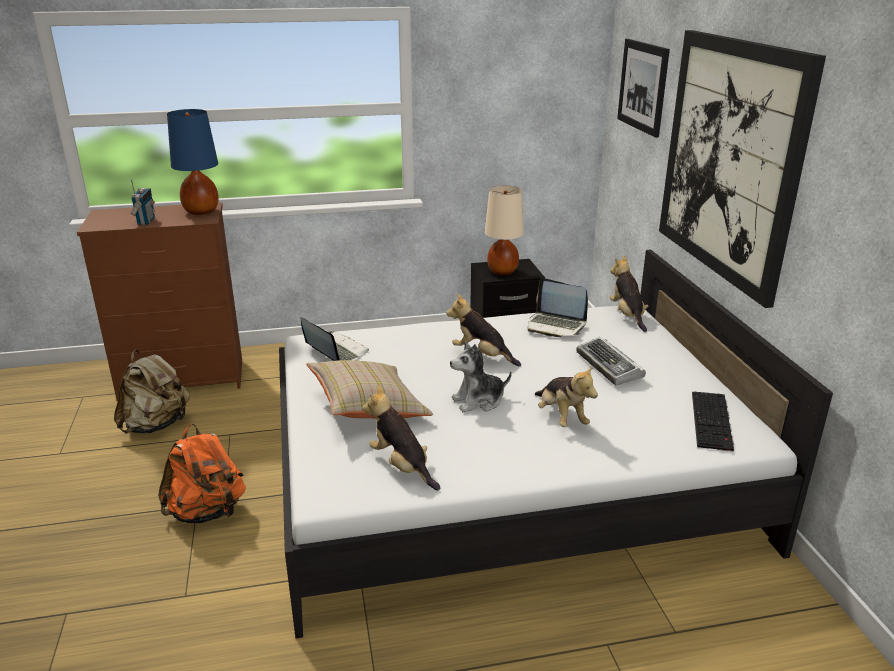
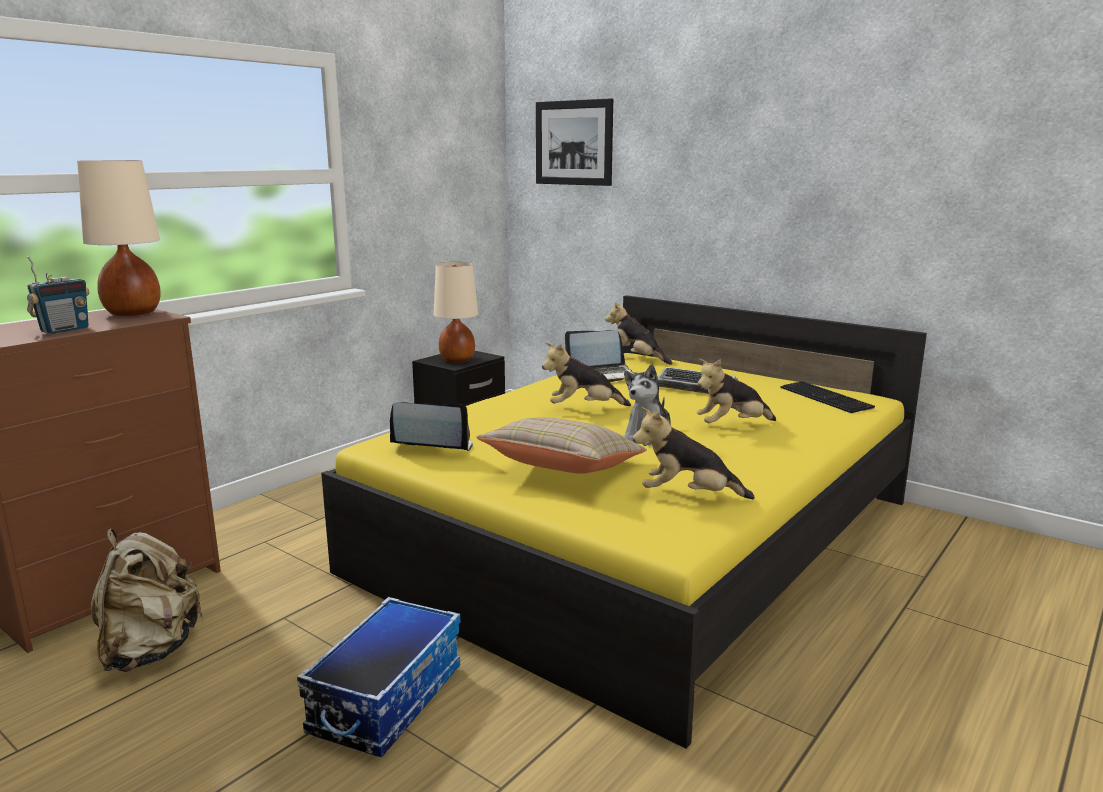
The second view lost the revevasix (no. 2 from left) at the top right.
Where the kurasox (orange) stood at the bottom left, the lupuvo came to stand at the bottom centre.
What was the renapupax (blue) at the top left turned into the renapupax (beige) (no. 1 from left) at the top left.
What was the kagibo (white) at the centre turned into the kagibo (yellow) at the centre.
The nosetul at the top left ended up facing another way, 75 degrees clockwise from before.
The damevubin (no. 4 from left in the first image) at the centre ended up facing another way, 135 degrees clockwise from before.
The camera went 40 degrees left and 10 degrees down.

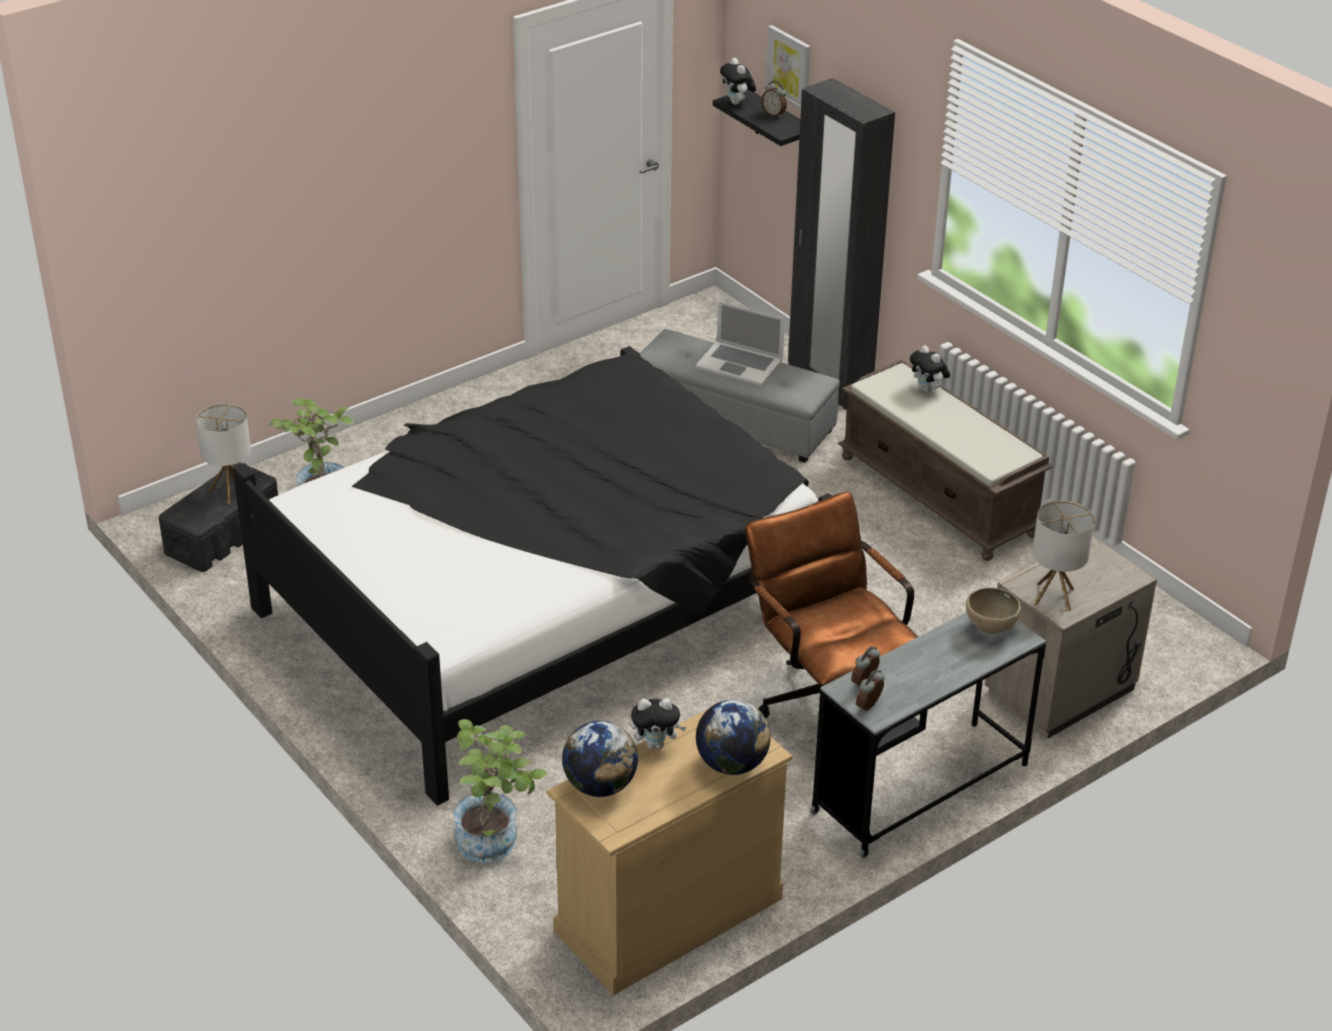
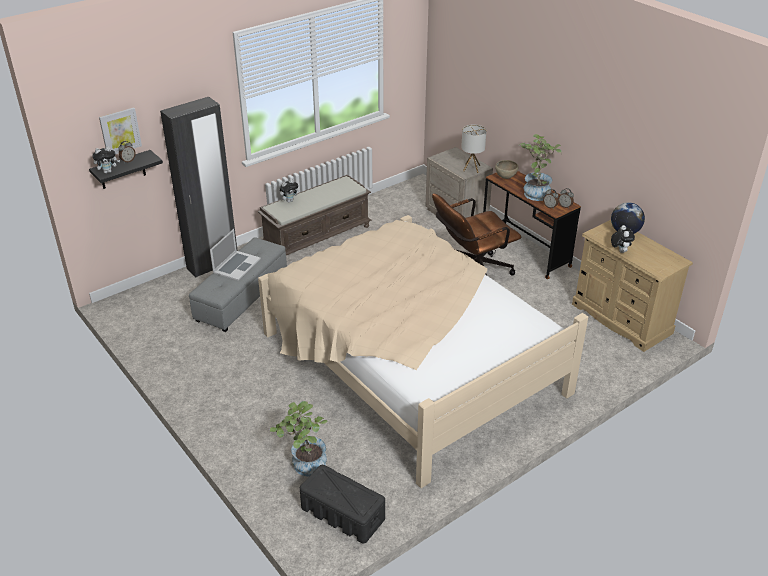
The second view lost the renapupax (no. 1 from left) at the middle left.
The second view lost the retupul (no. 1 from left) at the bottom centre.
The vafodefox (no. 2 from left) ended up elsewhere, having gone from the bottom centre to the top right.
What was the kagibo (black) at the centre turned into the kagibo (beige) at the centre.
What was the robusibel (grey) at the bottom right turned into the robusibel (brown) at the middle right.
The camera went 90 degrees left and 0 degrees up.

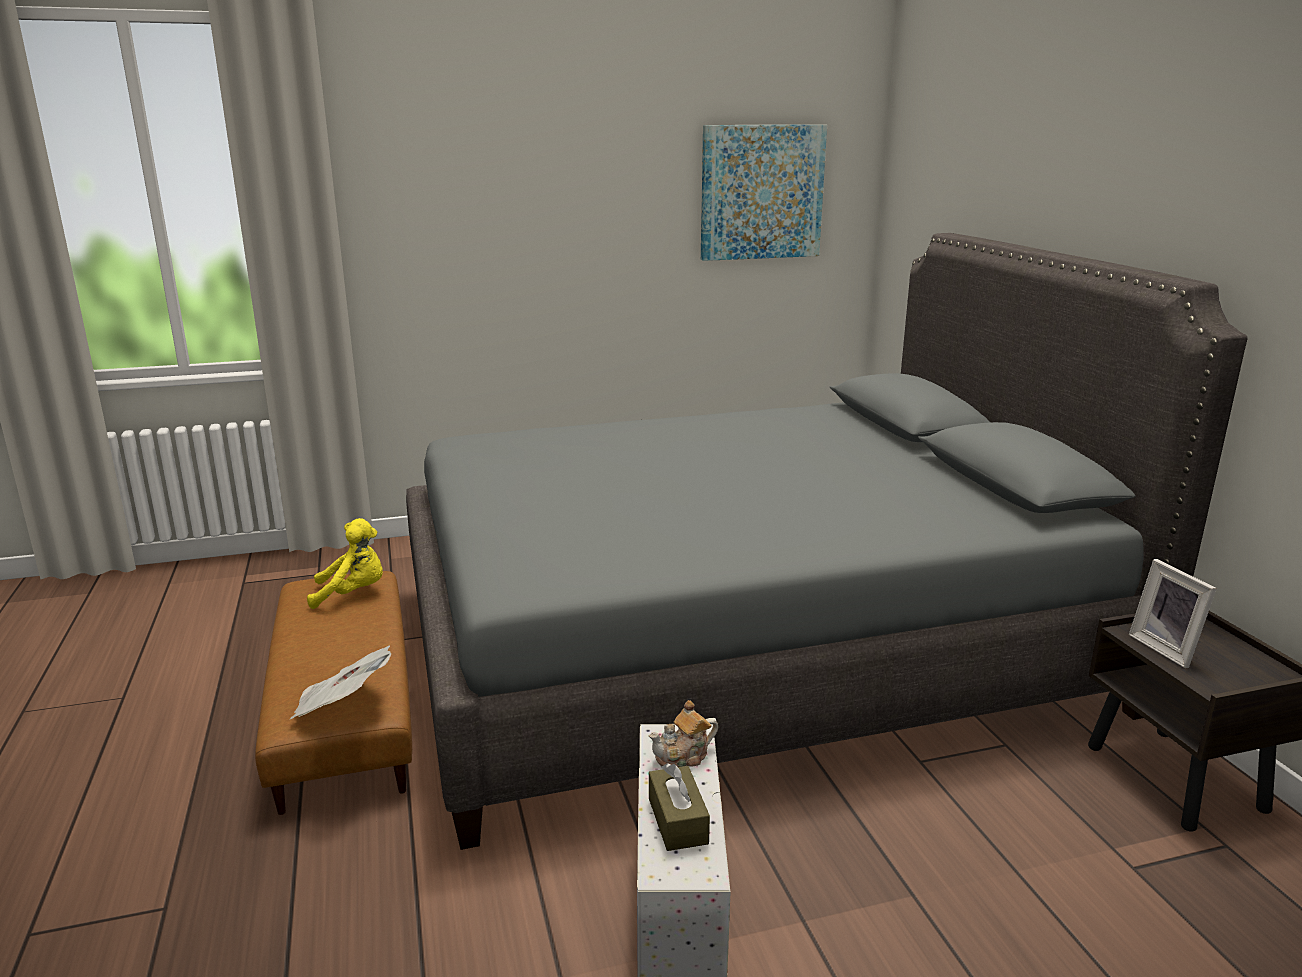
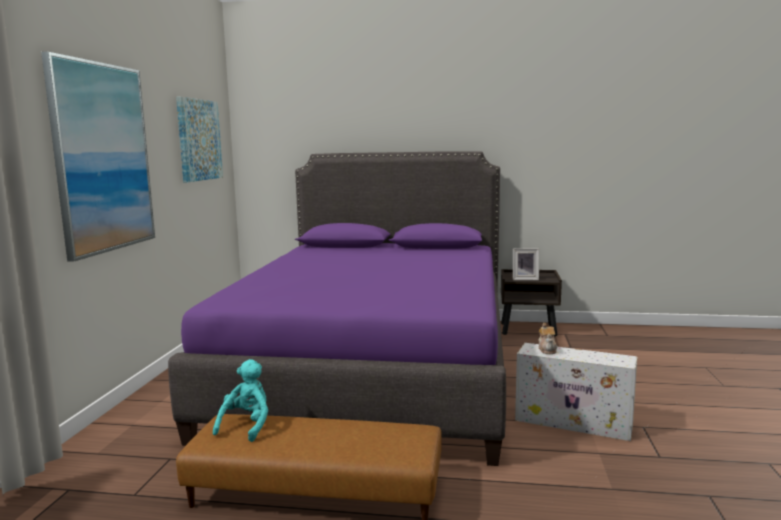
The second view lost the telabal at the bottom left.
The second view lost the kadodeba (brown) at the bottom centre.
The second view gained the revevasix (no. 1 from left) at the top left.
What was the damevubin (yellow) at the middle left turned into the damevubin (turquoise) at the bottom left.
What was the kagibo (grey) at the centre turned into the kagibo (purple) at the centre.
The camera went 65 degrees left and 10 degrees down.

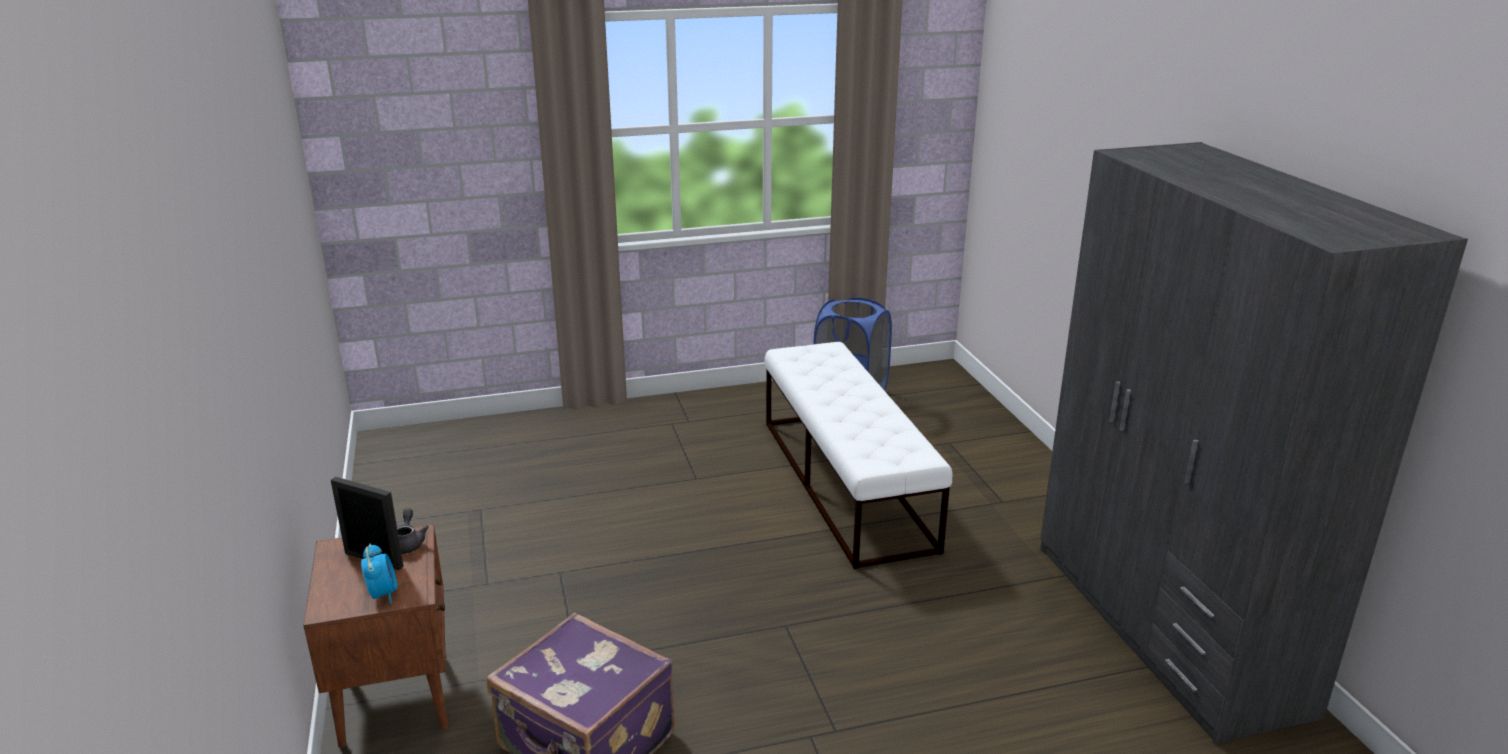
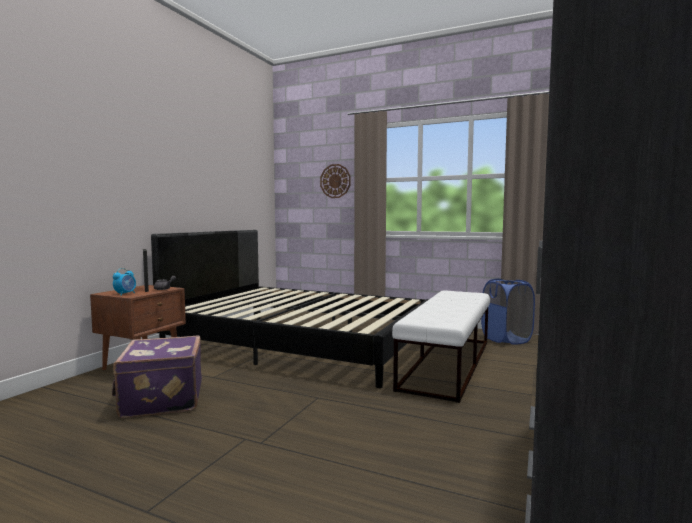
The second view gained the kagibo (black) at the centre.
The second view gained the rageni at the centre.
The camera went 40 degrees right and 20 degrees down.

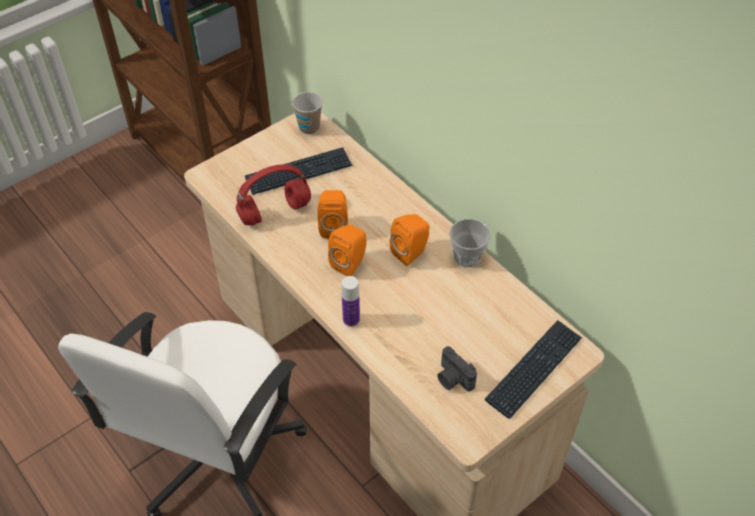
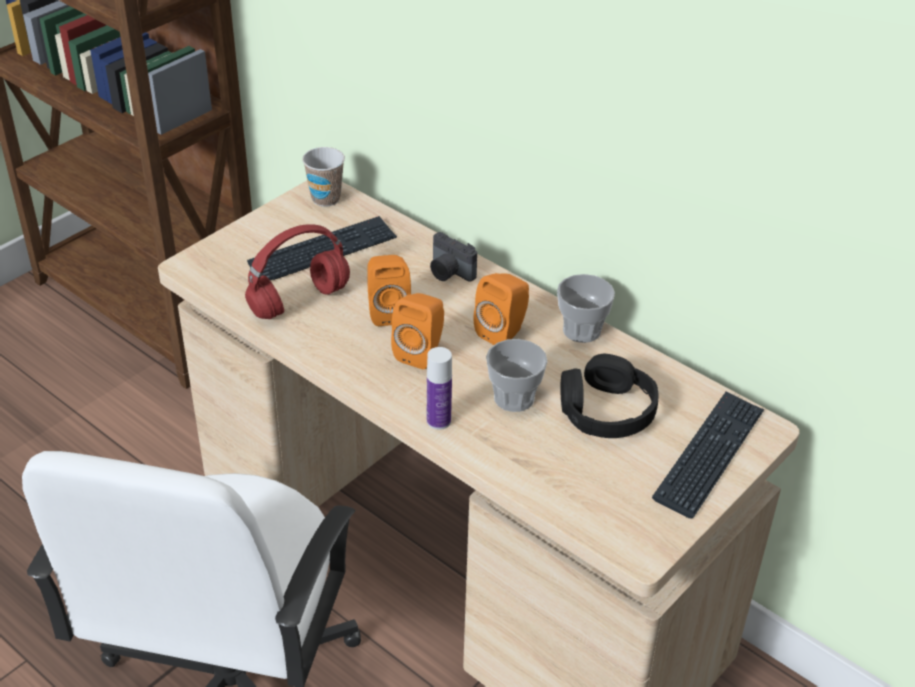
The second view gained the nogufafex (no. 2 from left) at the centre.
The second view gained the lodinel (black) at the centre.
The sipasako ended up elsewhere, having gone from the bottom centre to the centre.
The camera went 10 degrees left and 10 degrees down.

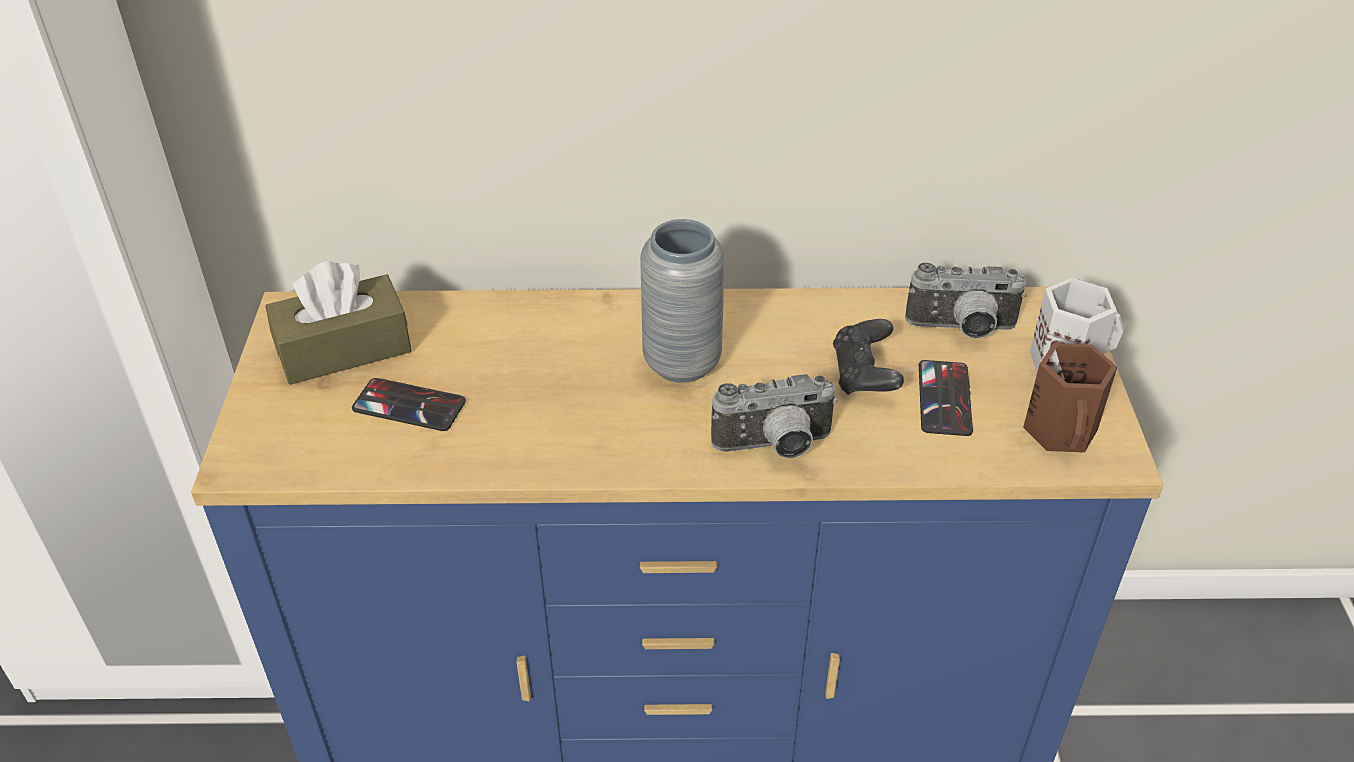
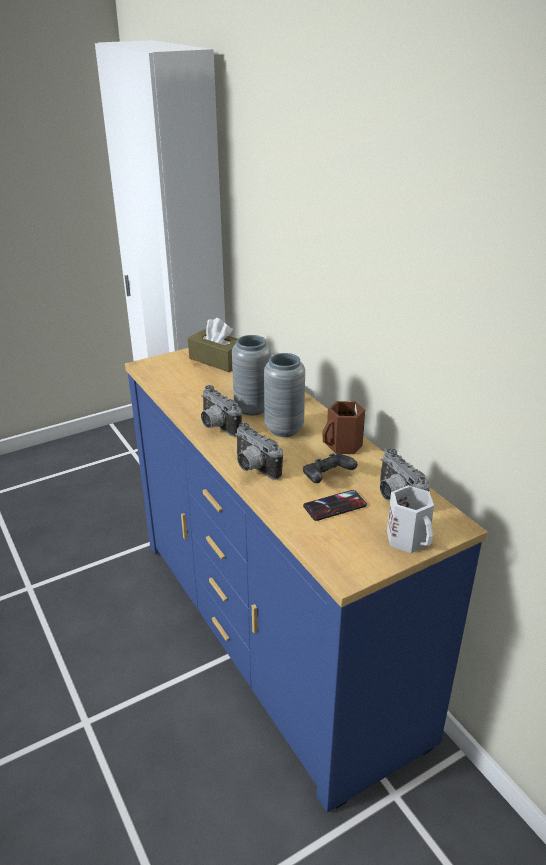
The second view lost the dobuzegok (no. 1 from left) at the middle left.
The second view gained the sipasako (no. 1 from left) at the centre.
The second view gained the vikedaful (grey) (no. 1 from left) at the centre.
The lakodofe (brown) ended up elsewhere, having gone from the middle right to the centre.
The camera went 60 degrees right and 10 degrees down.

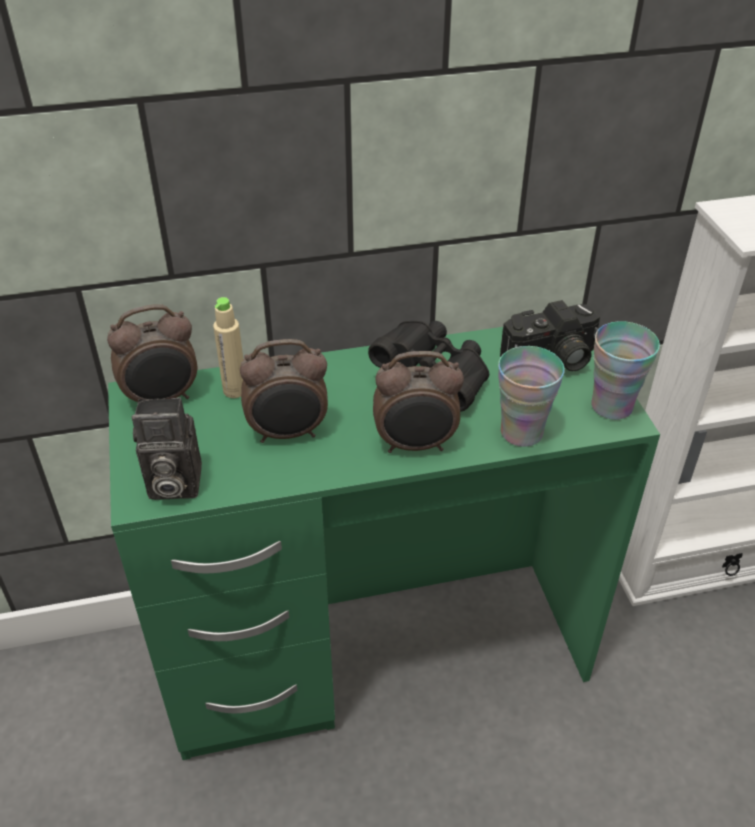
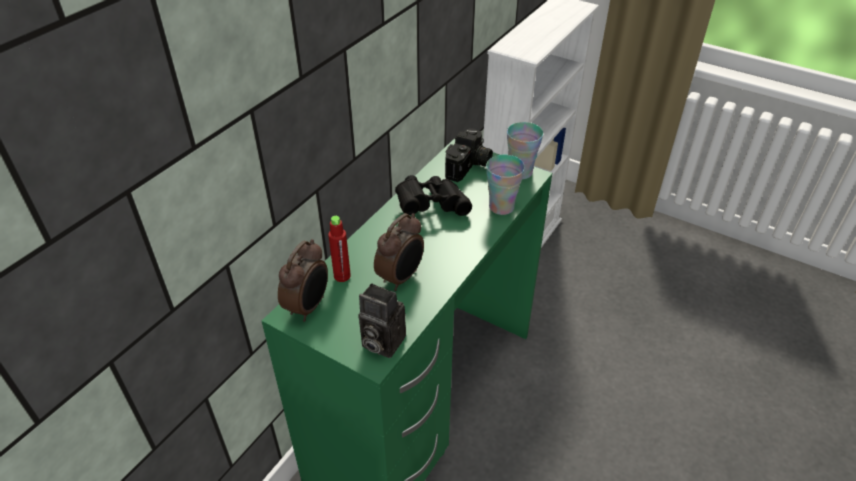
The second view lost the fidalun (no. 3 from left) at the centre.
What was the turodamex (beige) at the middle left turned into the turodamex (red) at the centre.
The sipasako (no. 1 from left) at the middle left ended up facing another way, 75 degrees clockwise from before.
The camera went 45 degrees left and 0 degrees up.

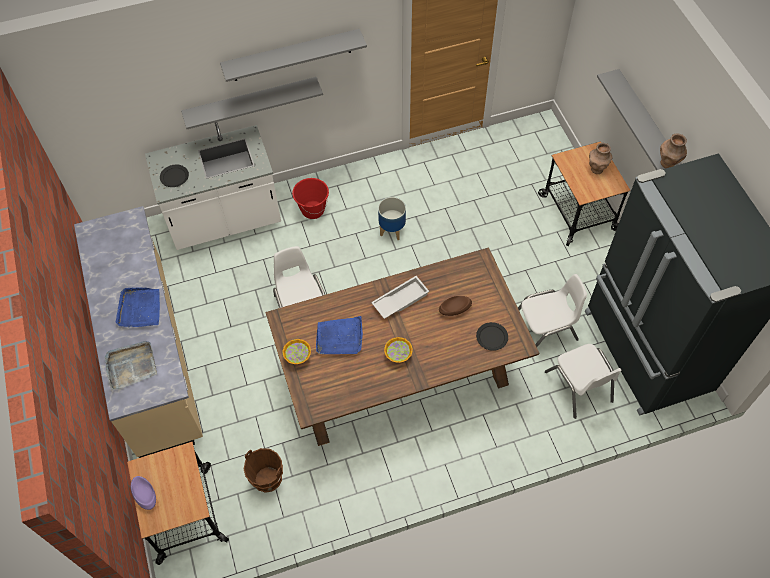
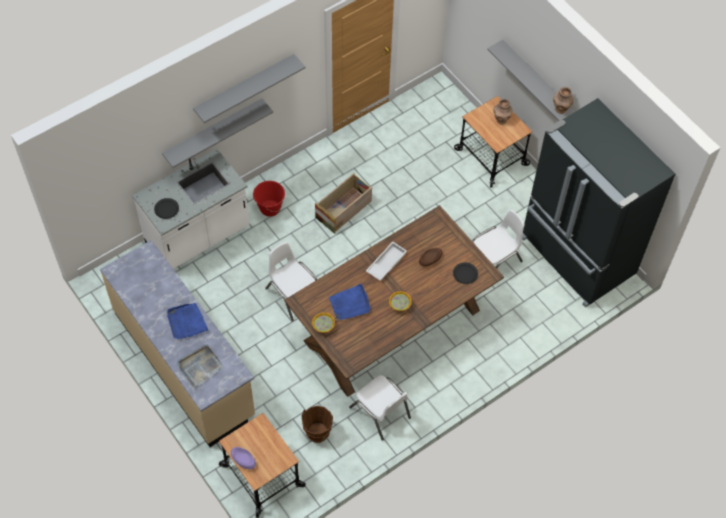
The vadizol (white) (no. 3 from left in the first image) ended up elsewhere, having gone from the middle right to the bottom centre.
Where the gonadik stood at the centre, the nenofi came to stand at the centre.
The camera went 20 degrees left and 0 degrees up.

